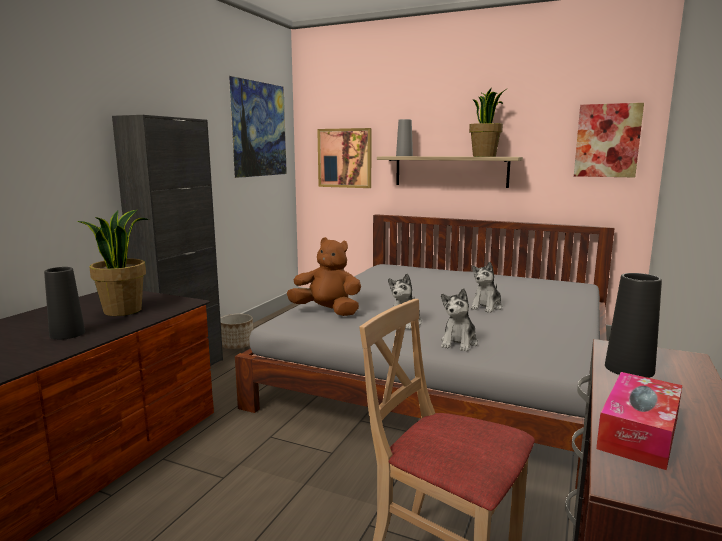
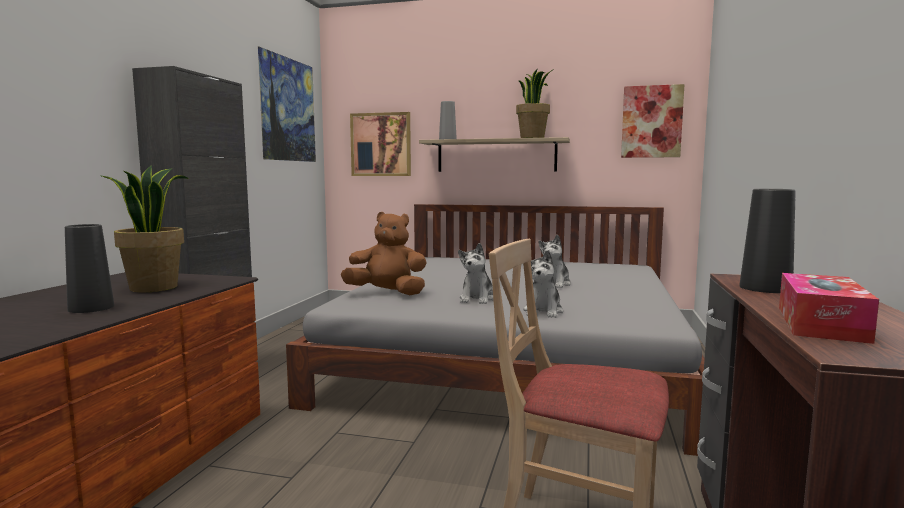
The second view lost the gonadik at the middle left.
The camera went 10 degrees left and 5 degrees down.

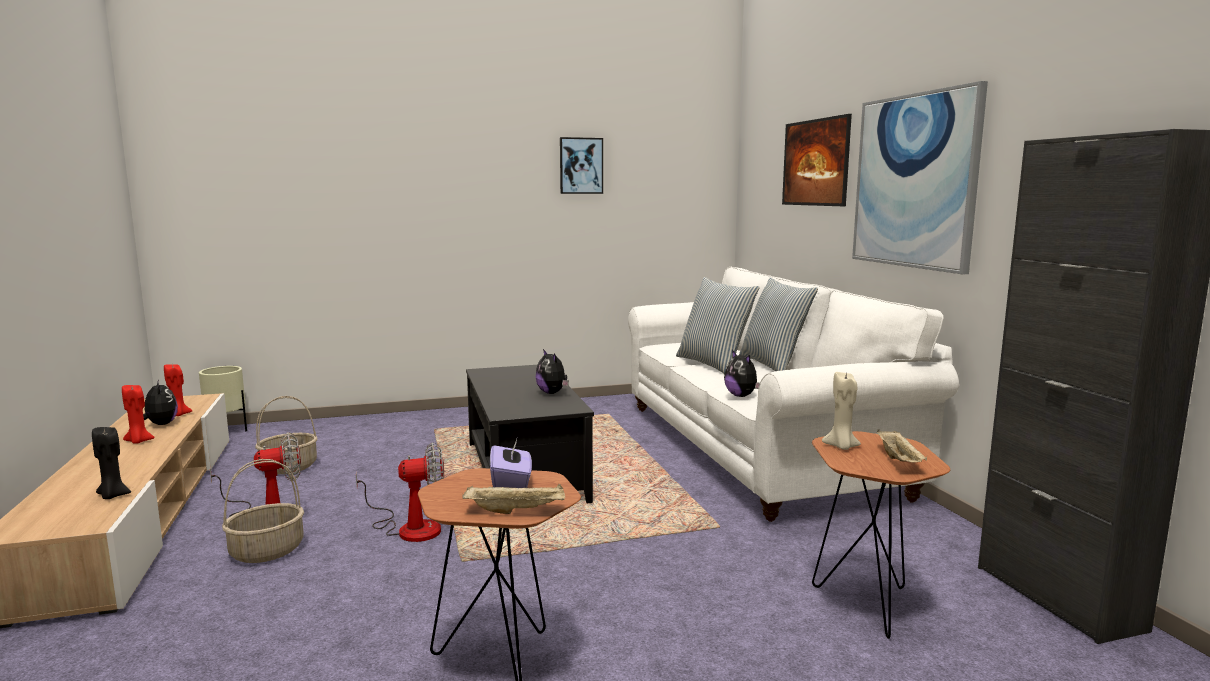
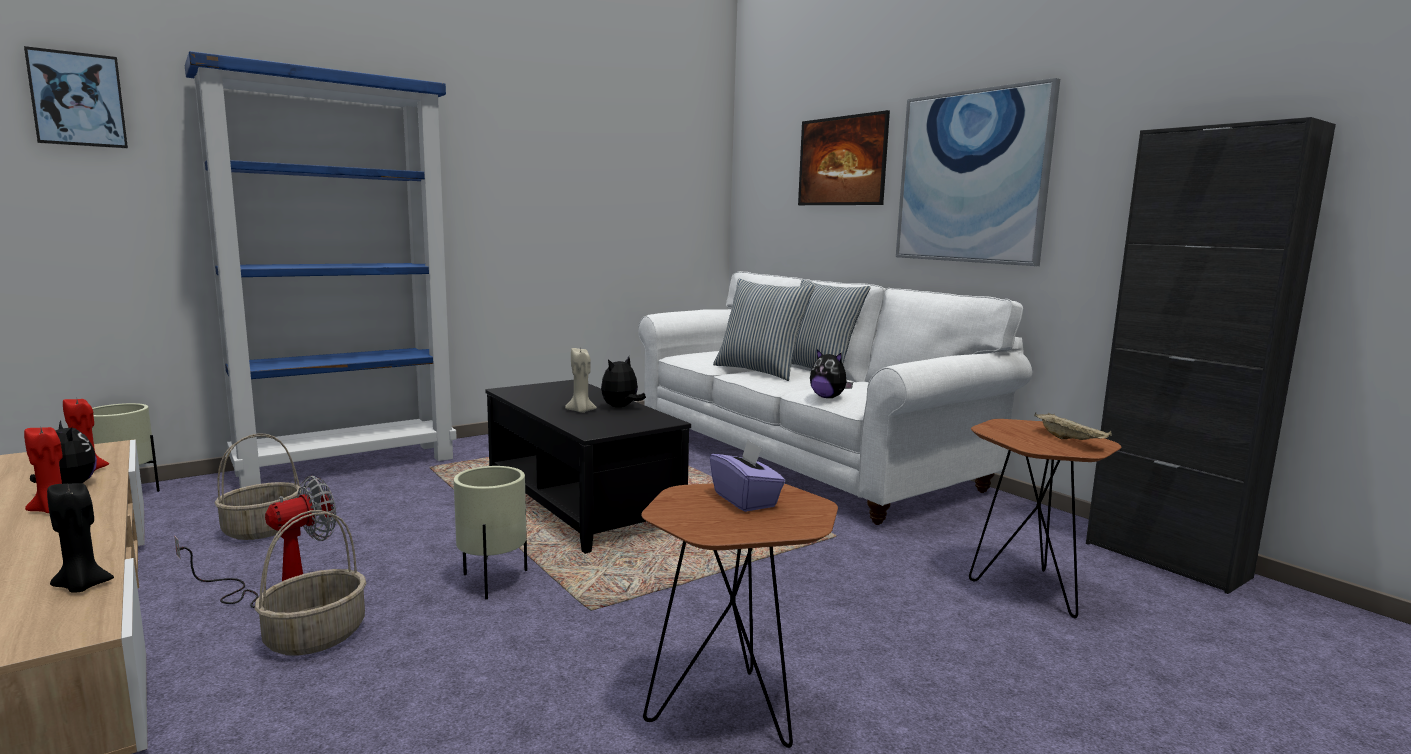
The second view lost the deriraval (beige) (no. 1 from left) at the bottom centre.
The second view gained the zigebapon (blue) at the middle left.
The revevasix (no. 1 from left) ended up elsewhere, having gone from the top centre to the top left.
The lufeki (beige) ended up elsewhere, having gone from the middle right to the centre.
Where the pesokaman (no. 2 from left) stood at the bottom left, the gonadik (beige) (no. 2 from left) came to stand at the bottom centre.
The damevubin (no. 2 from left) at the centre ended up facing another way, 90 degrees clockwise from before.
The camera went 20 degrees left and 0 degrees up.

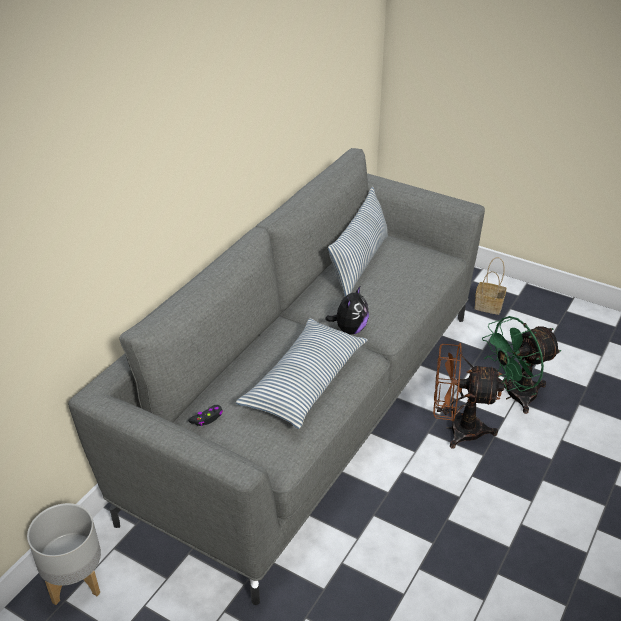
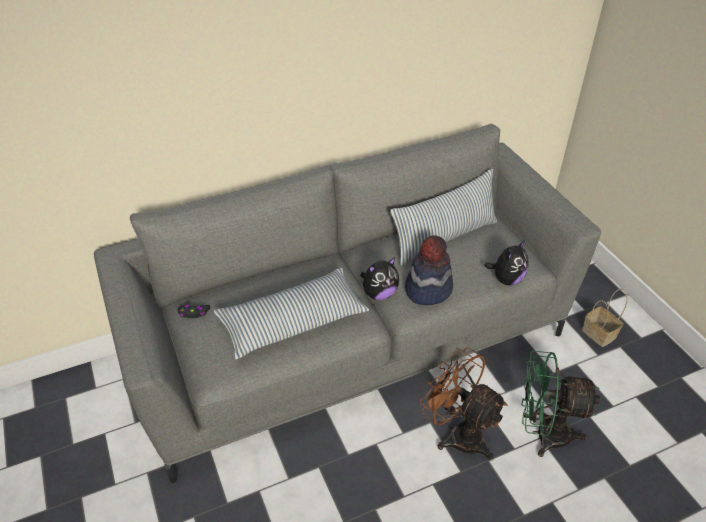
The second view lost the gonadik (grey) at the bottom left.
The second view gained the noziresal at the centre.
The second view gained the damevubin (no. 2 from left) at the middle right.
The camera went 35 degrees right and 5 degrees up.

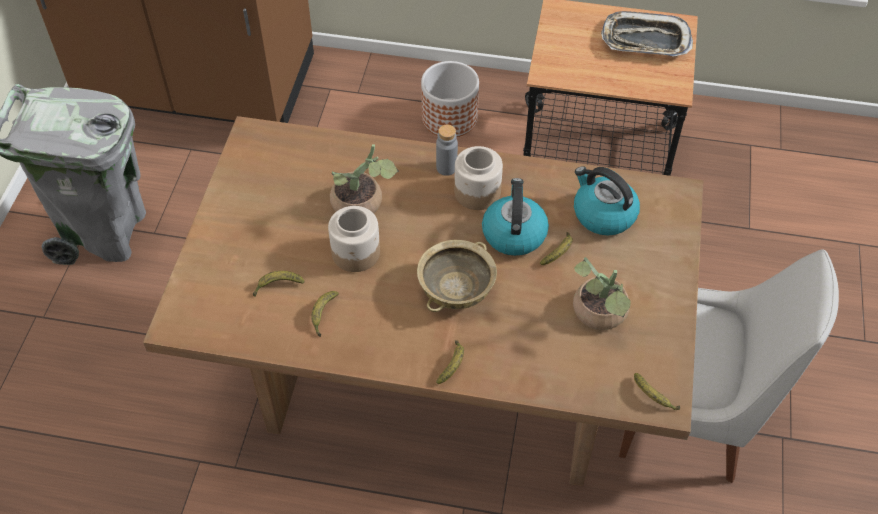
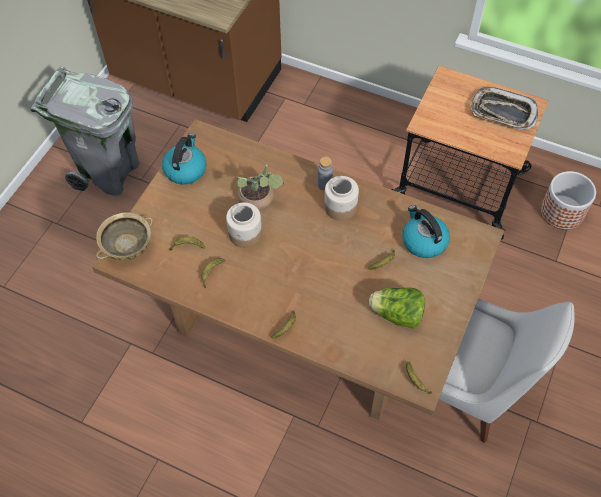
The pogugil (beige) ended up elsewhere, having gone from the centre to the middle left.
The gonadik ended up elsewhere, having gone from the top centre to the middle right.
The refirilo (no. 1 from left) ended up elsewhere, having gone from the centre to the top left.
Where the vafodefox (no. 2 from left) stood at the middle right, the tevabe came to stand at the centre.
The camera went 15 degrees right and 5 degrees up.

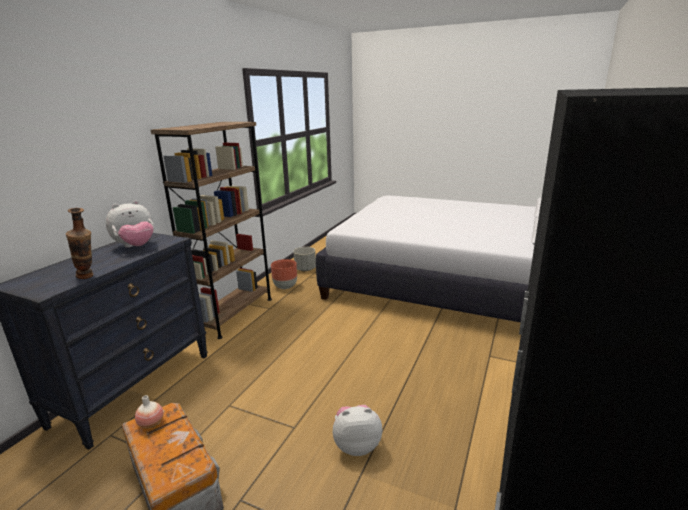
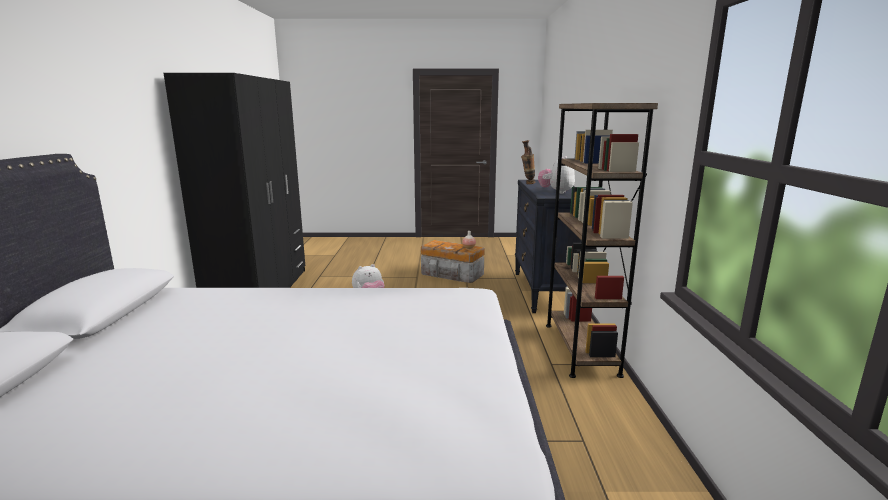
The second view lost the gonadik (brown) at the centre.
The second view lost the gonadik (grey) at the centre.
The camera went 155 degrees right and 5 degrees down.

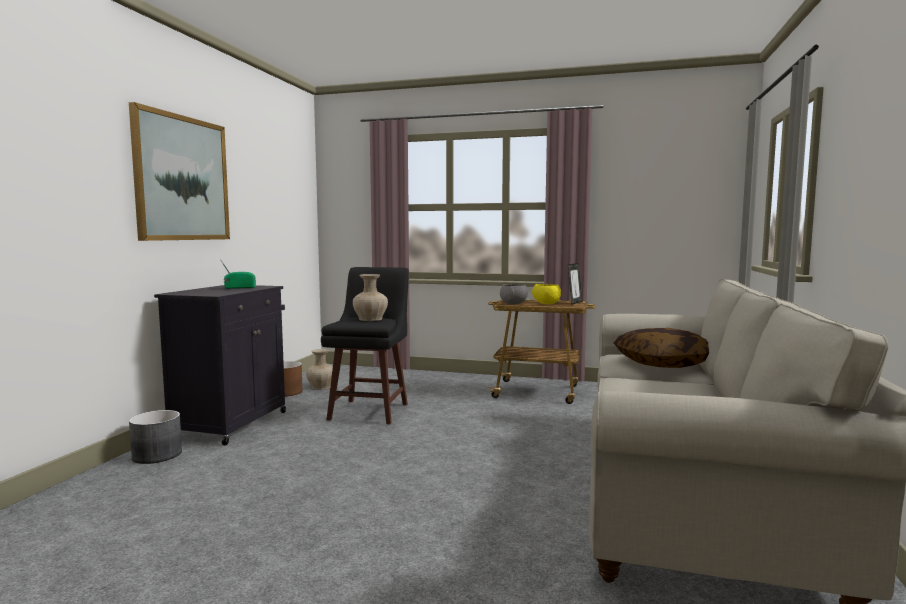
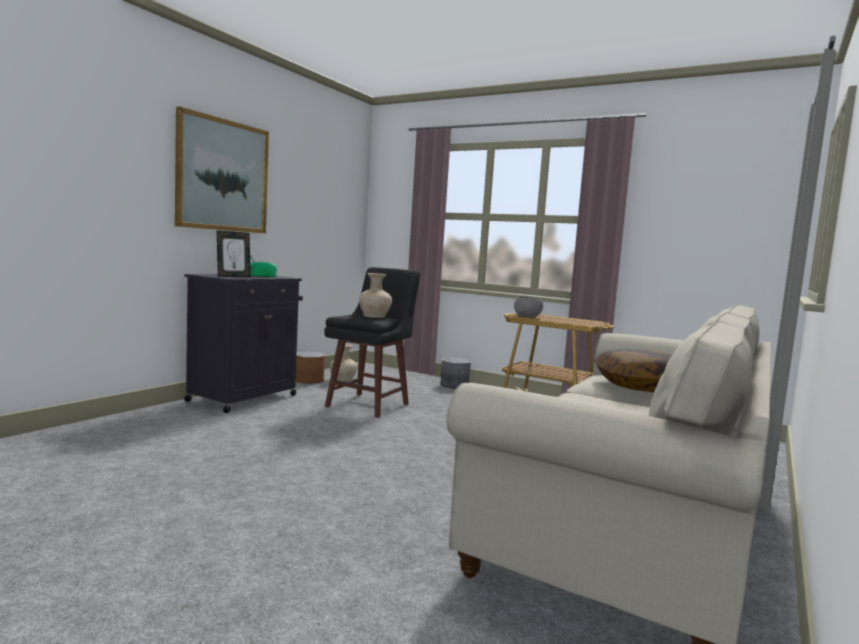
The second view lost the pogugil (yellow) at the centre.
The gonadik (grey) ended up elsewhere, having gone from the bottom left to the centre.
The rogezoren ended up elsewhere, having gone from the centre to the middle left.
The camera went 15 degrees right and 0 degrees up.

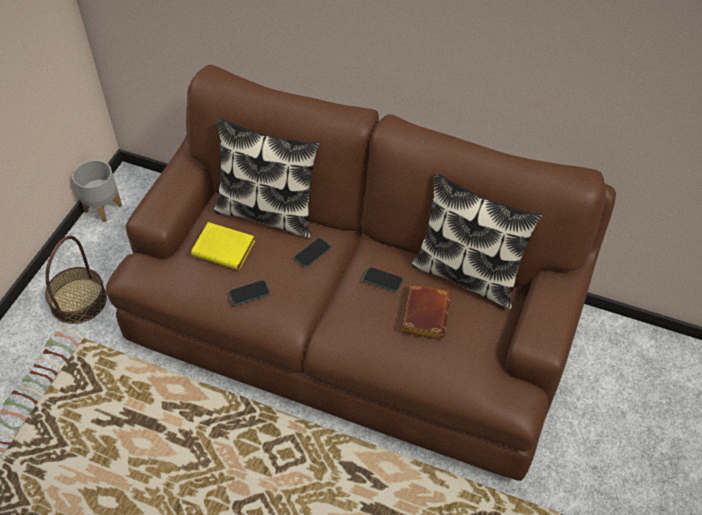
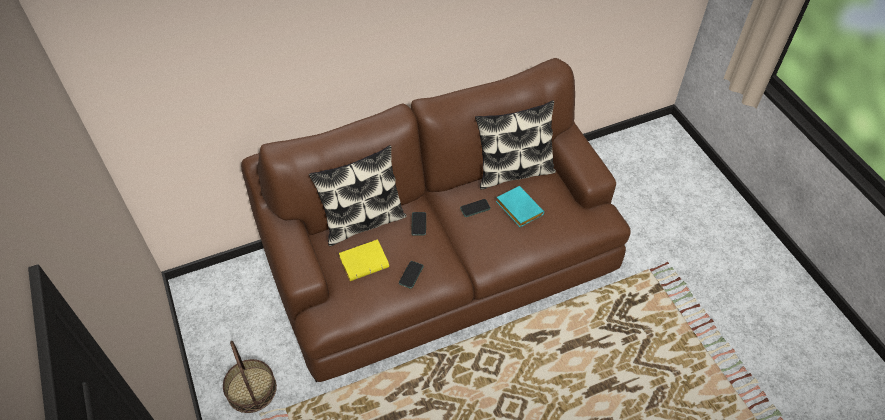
The second view lost the gonadik (grey) at the middle left.
What was the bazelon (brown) at the centre turned into the bazelon (turquoise) at the centre.
The camera went 45 degrees left and 0 degrees up.

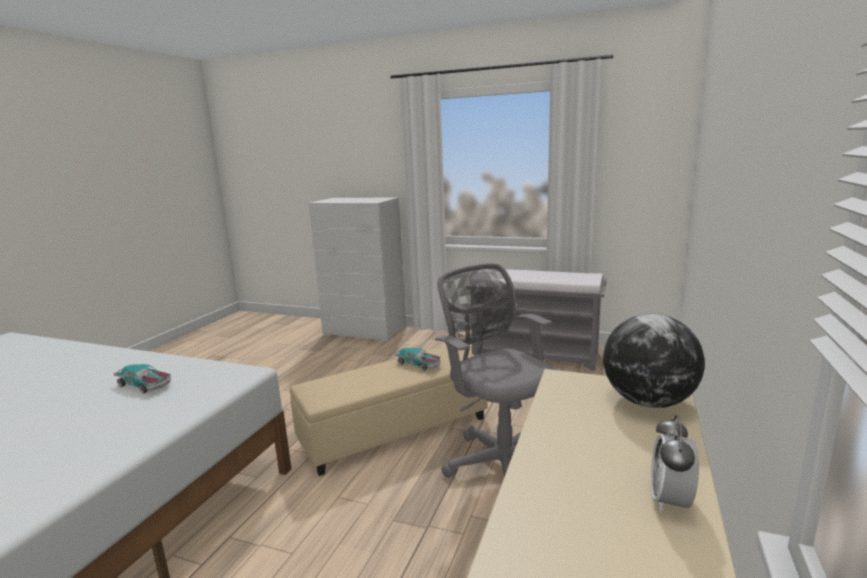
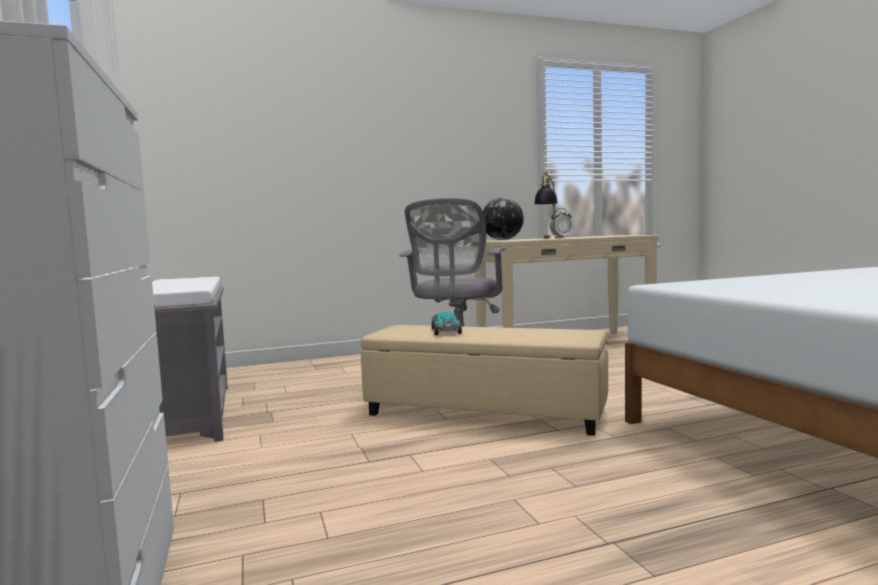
The second view lost the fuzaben (no. 1 from left) at the middle left.
The second view gained the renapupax at the centre.
The camera went 130 degrees left and 10 degrees down.

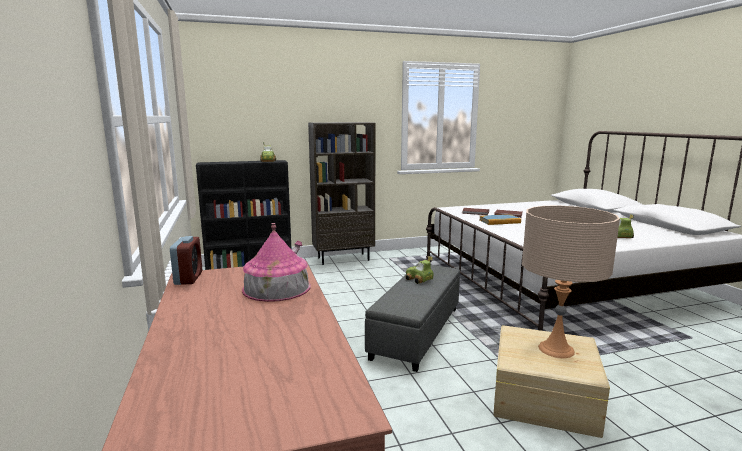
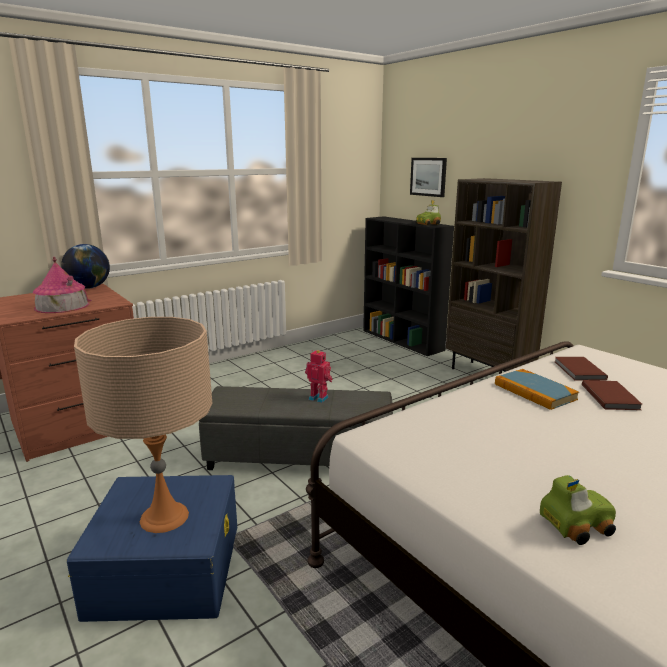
The second view gained the revevasix at the top centre.
Where the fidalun stood at the middle left, the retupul came to stand at the middle left.
Where the fuzaben (no. 2 from left) stood at the centre, the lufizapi came to stand at the centre.
What was the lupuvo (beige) at the bottom right turned into the lupuvo (blue) at the bottom left.
The camera went 70 degrees right and 5 degrees up.

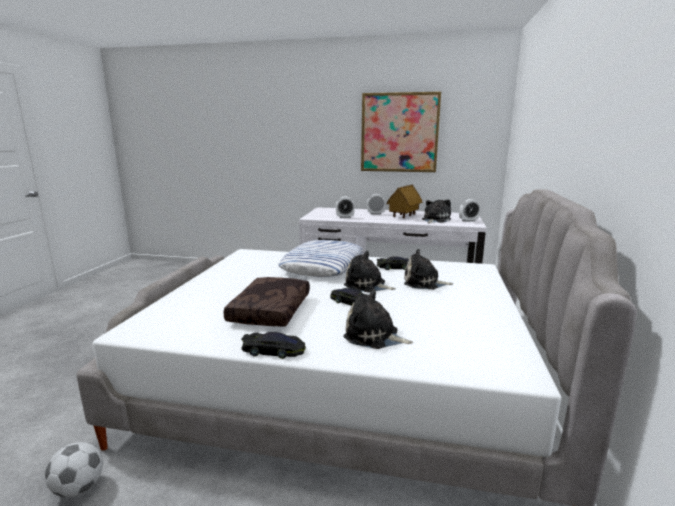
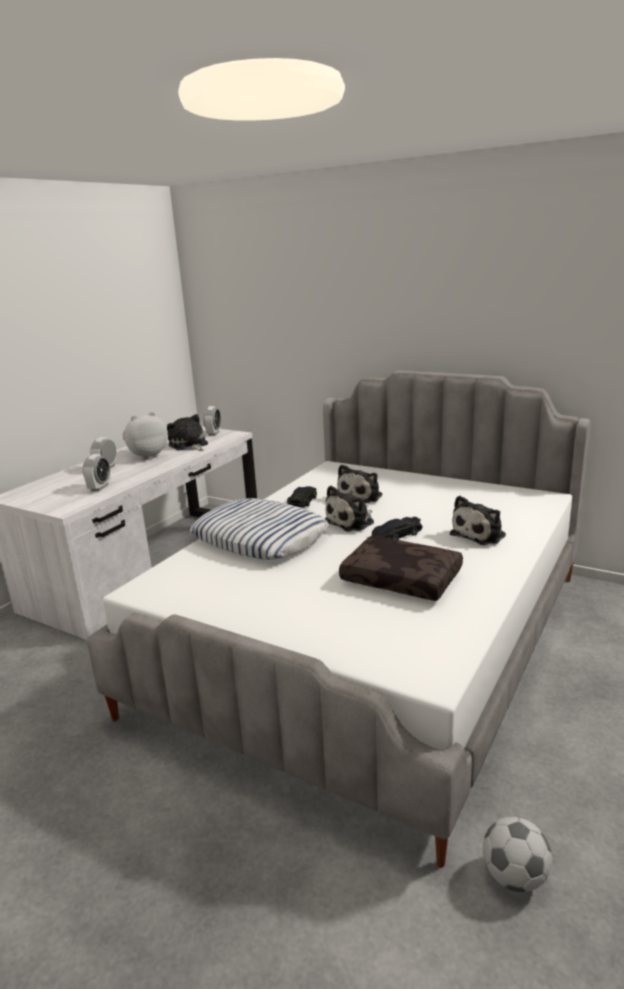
The second view lost the fuzaben (black) (no. 1 from left) at the bottom centre.
The second view lost the revevasix at the top centre.
Where the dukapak stood at the centre, the damevubin (no. 1 from left) came to stand at the middle left.
The camera went 70 degrees left and 5 degrees up.

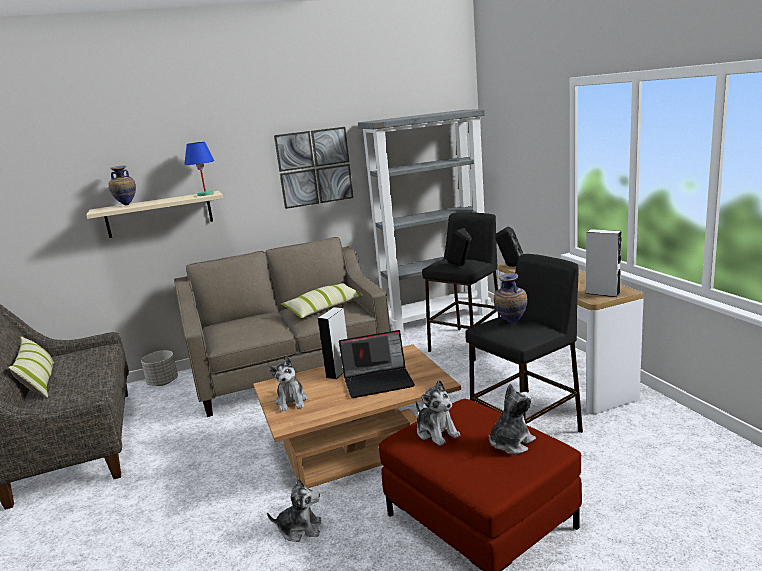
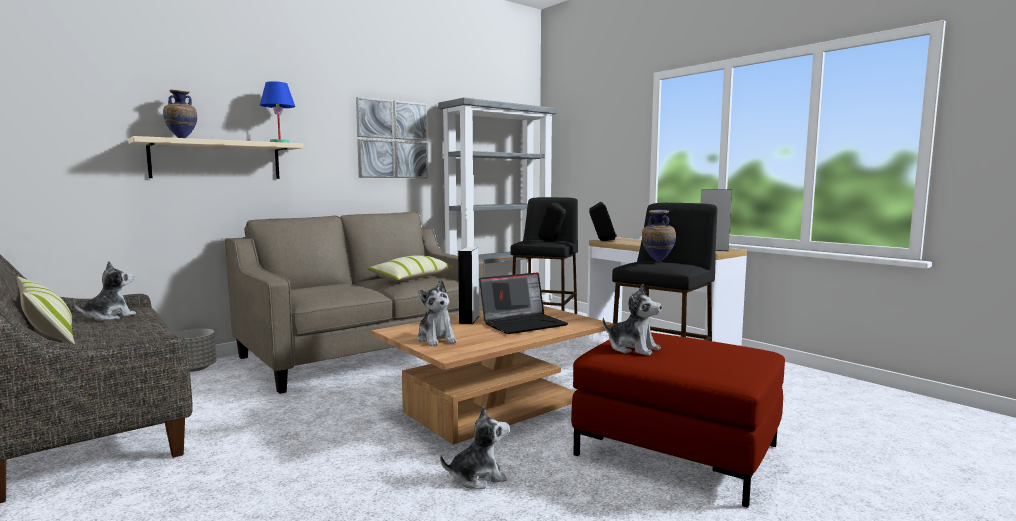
The damevubin (no. 4 from left in the first image) ended up elsewhere, having gone from the bottom right to the middle left.
The camera went 20 degrees left and 10 degrees down.

